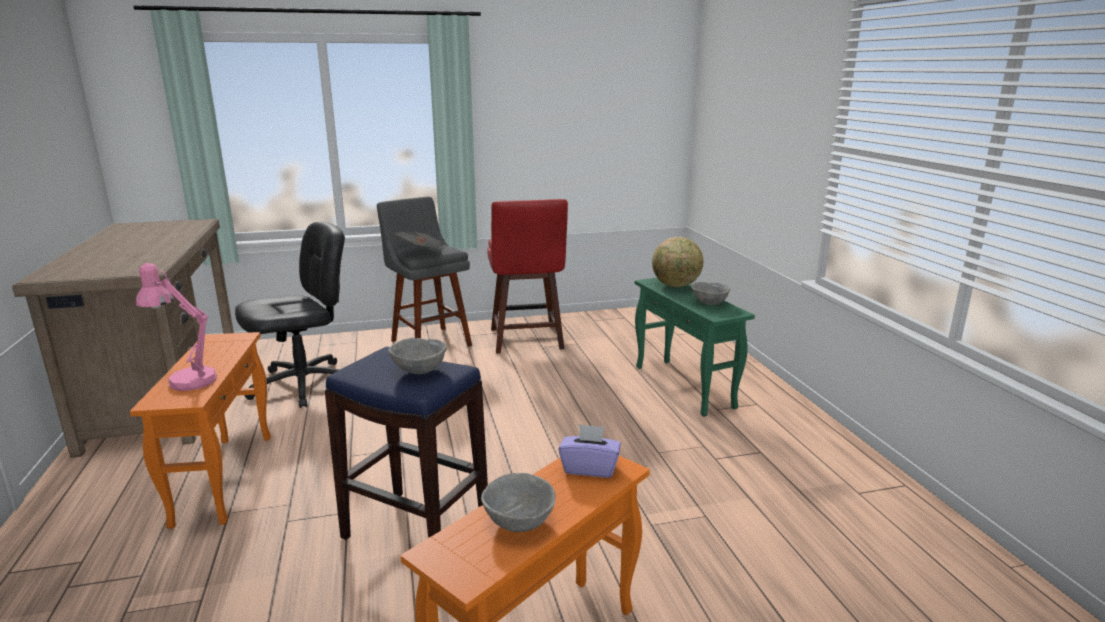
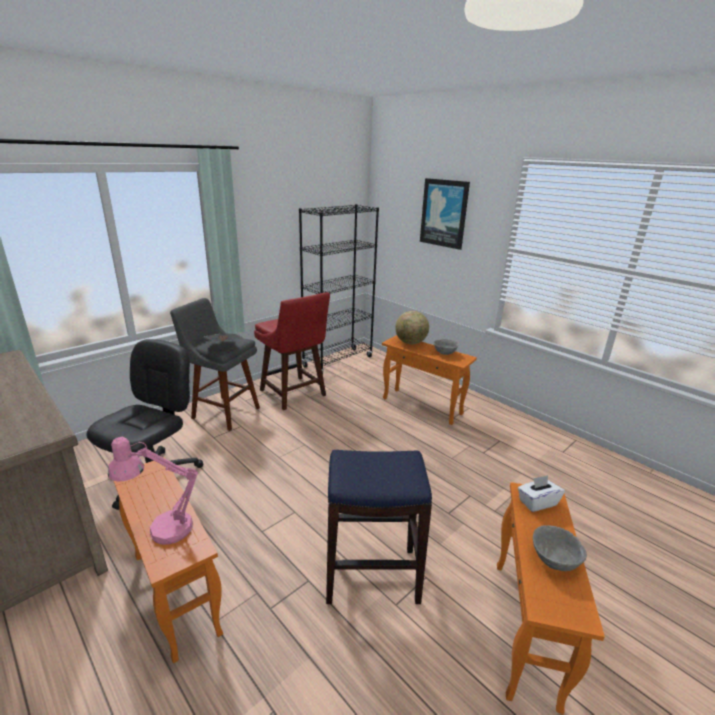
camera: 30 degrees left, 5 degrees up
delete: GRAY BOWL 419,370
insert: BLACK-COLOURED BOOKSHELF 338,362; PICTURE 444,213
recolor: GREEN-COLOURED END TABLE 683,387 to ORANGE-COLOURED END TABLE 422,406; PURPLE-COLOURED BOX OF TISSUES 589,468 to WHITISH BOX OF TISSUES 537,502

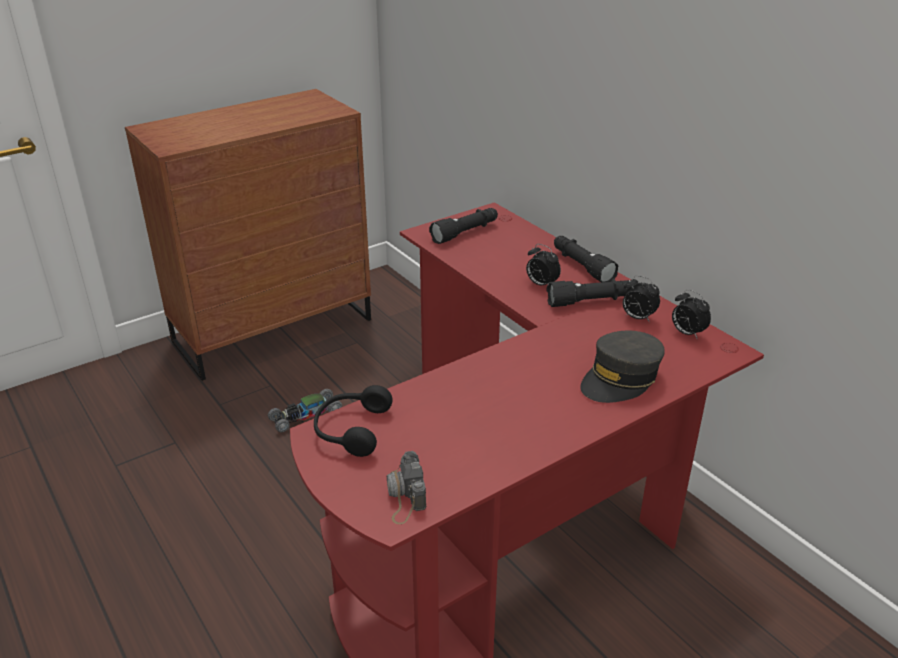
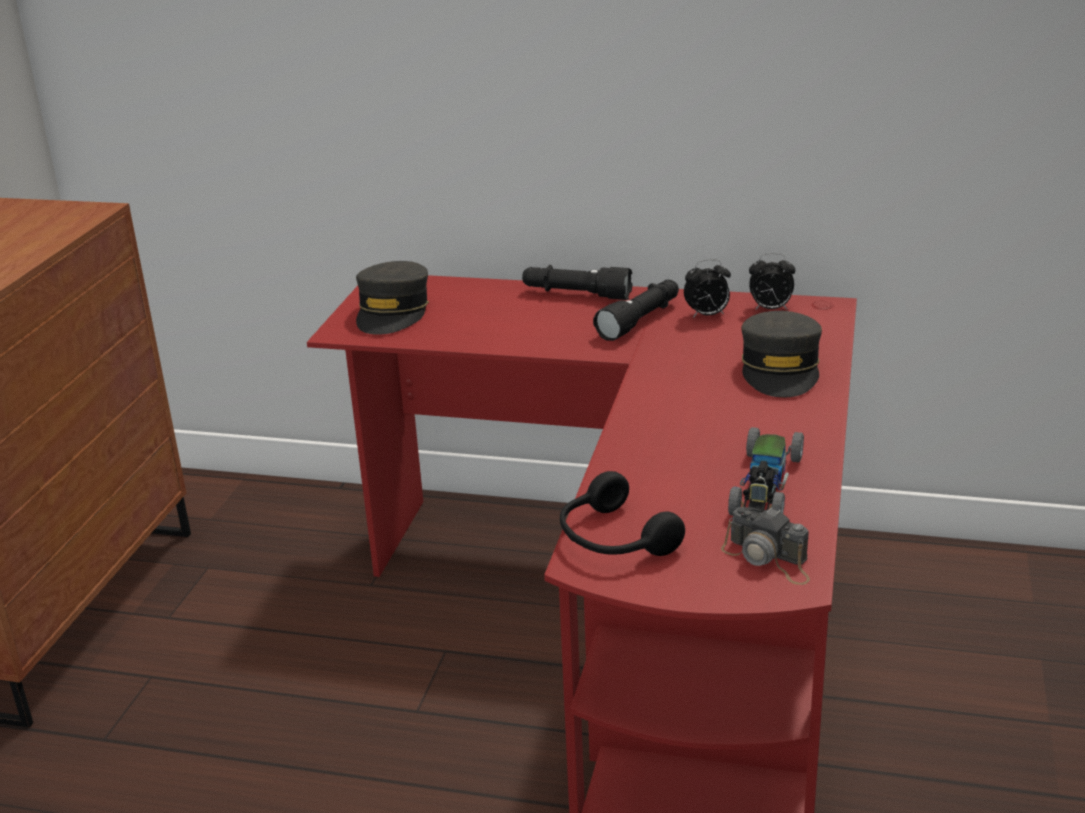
camera: 40 degrees left, 5 degrees down
delete: ALARM CLOCK 541,284
move: MINIATURE CAR 305,416 to 765,485
replace: BLACK-COLOURED TORCH 465,233 to GRAY CAP 392,312

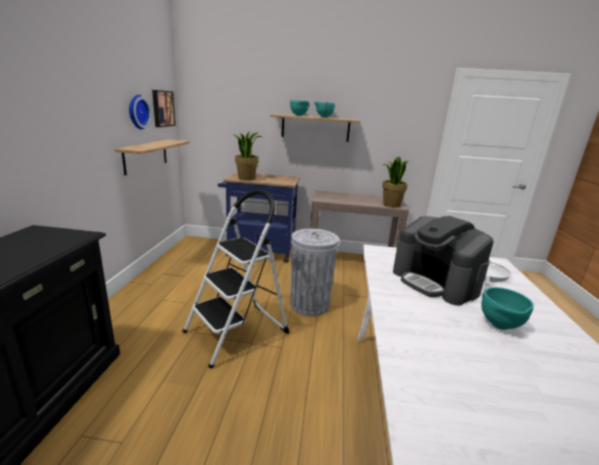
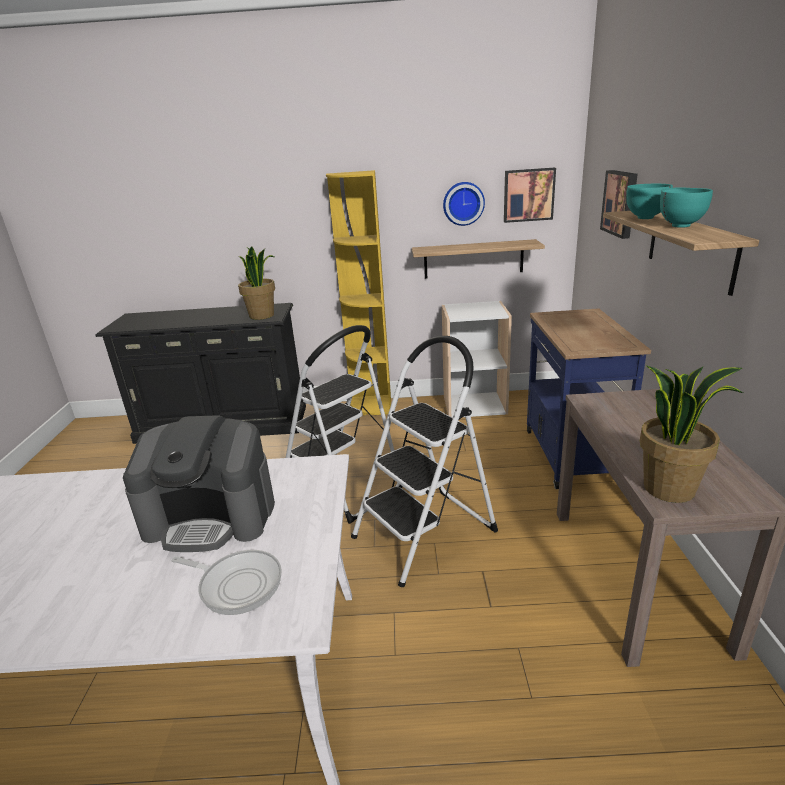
camera: 85 degrees right, 5 degrees up
delete: BLUE-GREEN BOWL 500,327
insert: YELLOW-COLOURED BOOKSHELF 372,410; WHITISH BOOKSHELF 475,404; PICTURE 621,203
move: POTTED PLANT 246,178 to 262,315
replace: GRAY RUBBISH BIN 309,304 to STEPLADDER 428,533
rotate: COFFEE BREWER 435,282 = 211,516 135 degrees counterclockwise

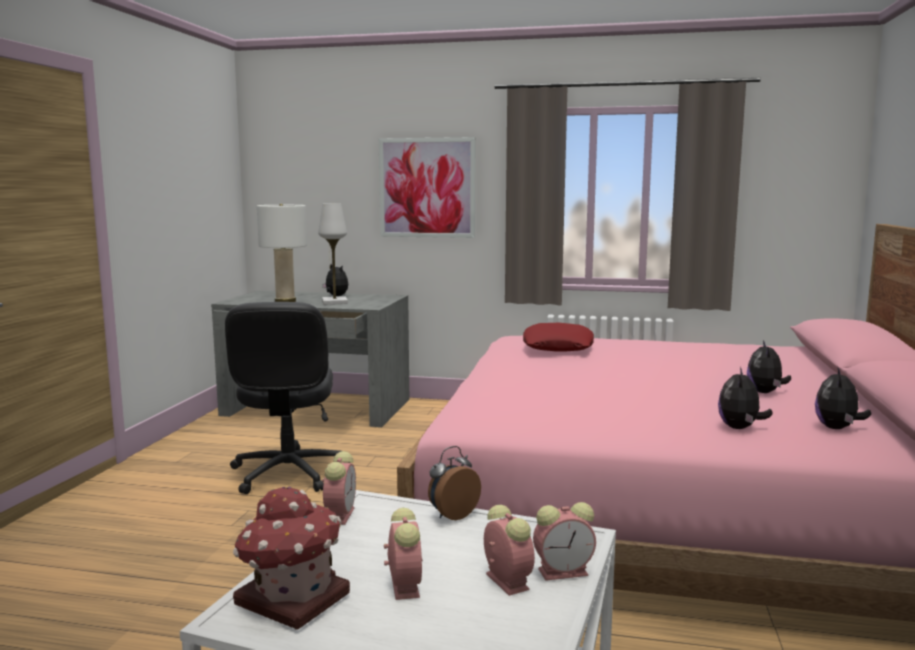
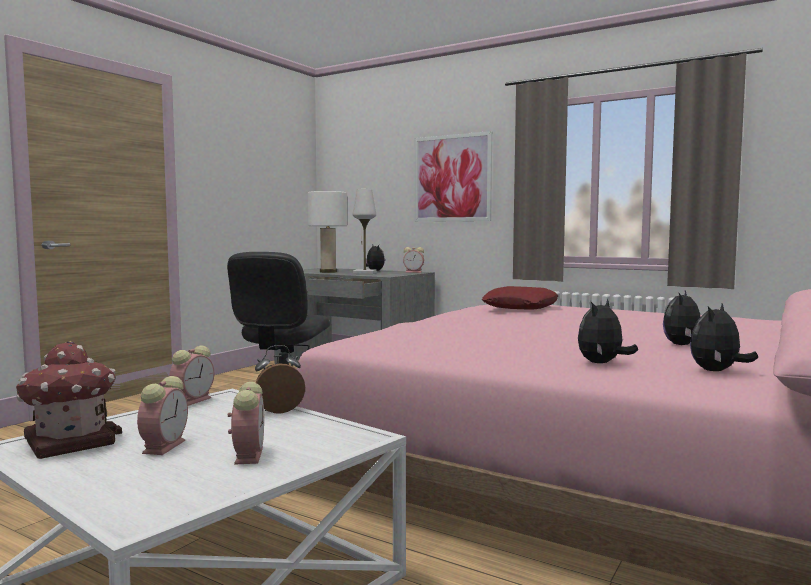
camera: 20 degrees right, 5 degrees down
move: ALARM CLOCK 564,571 to 414,272

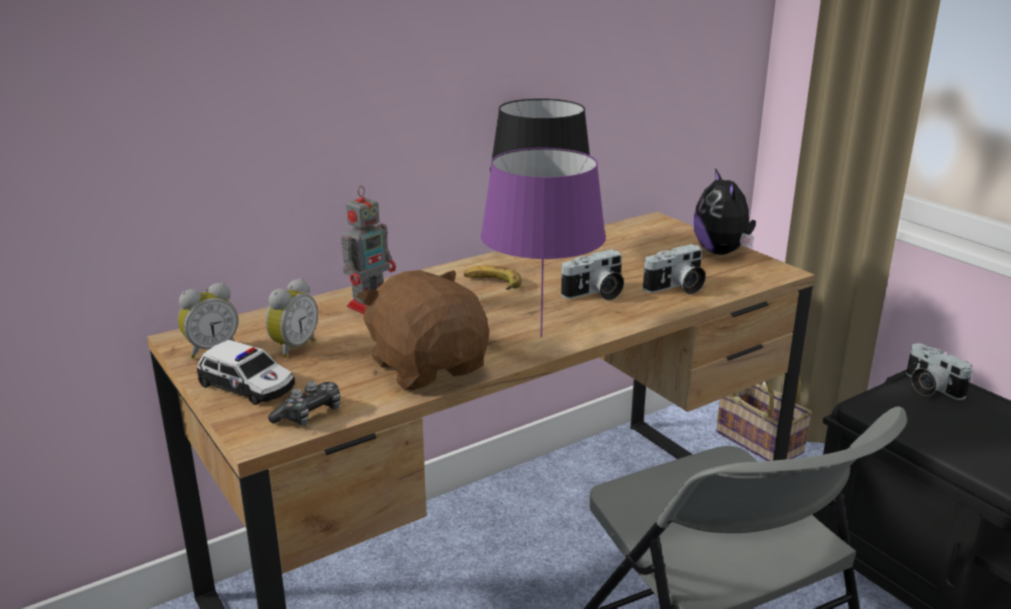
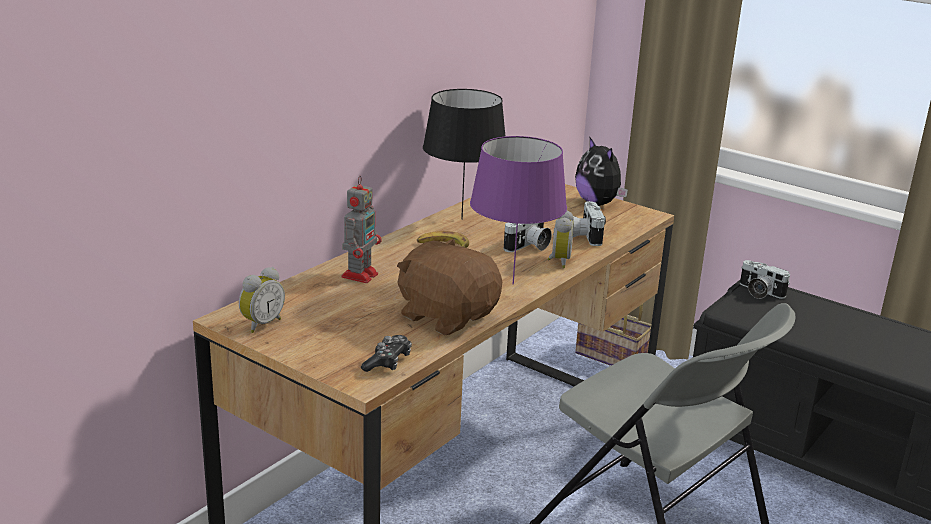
camera: 20 degrees left, 0 degrees up
delete: MINIATURE CAR 248,386
move: ALARM CLOCK 292,347 to 558,261
rotate: STILL CAMERA 676,288 = 584,235 135 degrees clockwise

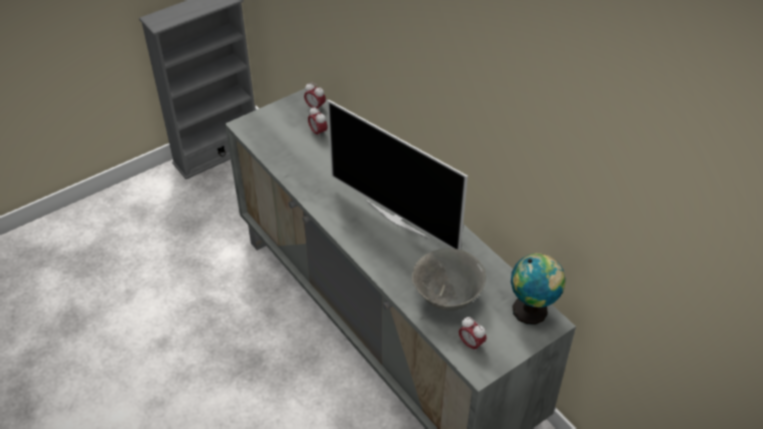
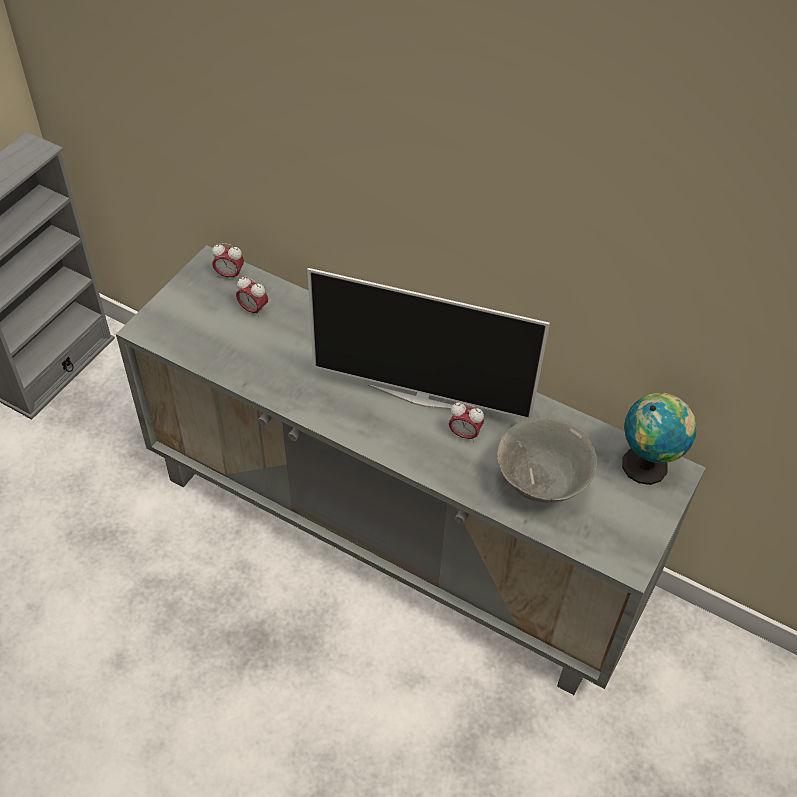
camera: 25 degrees left, 5 degrees up
move: ALARM CLOCK 471,344 to 464,434

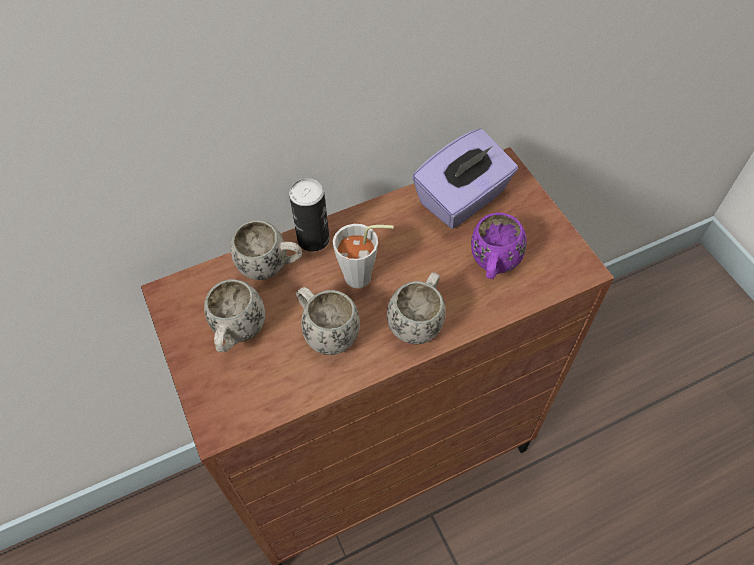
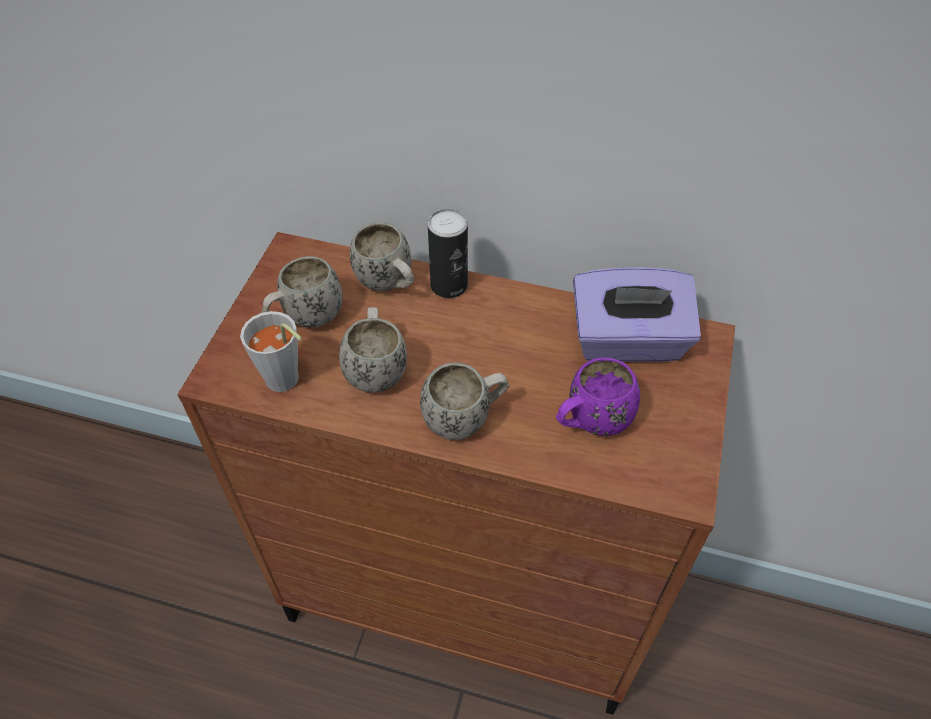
camera: 40 degrees right, 5 degrees down
move: GRAY DRINKING CUP 364,277 to 287,383

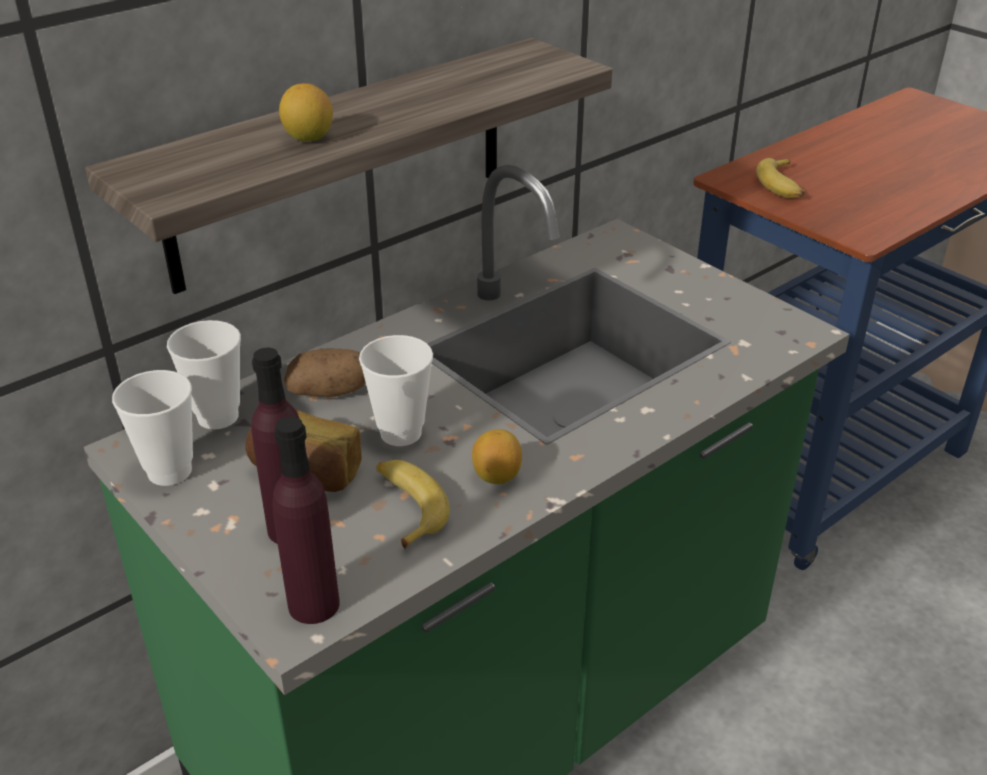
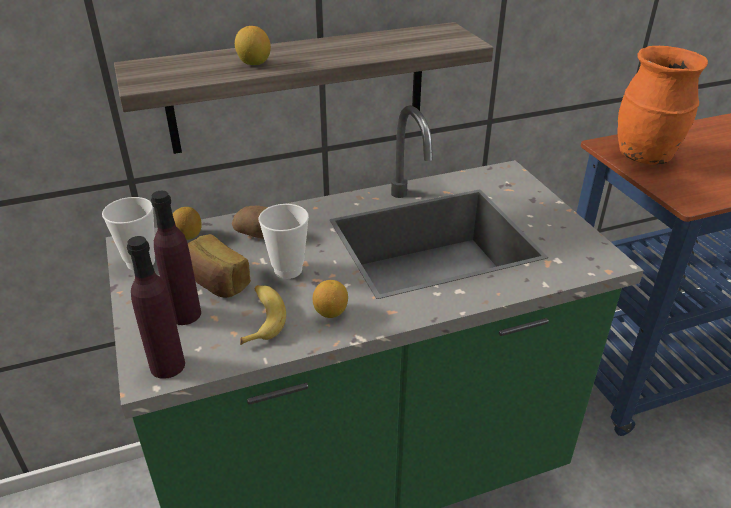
camera: 20 degrees right, 0 degrees up
replace: DRINKING CUP 218,417 to LEMON 188,236; BANANA 783,185 to ORANGE-COLOURED FLOWER VASE 645,156

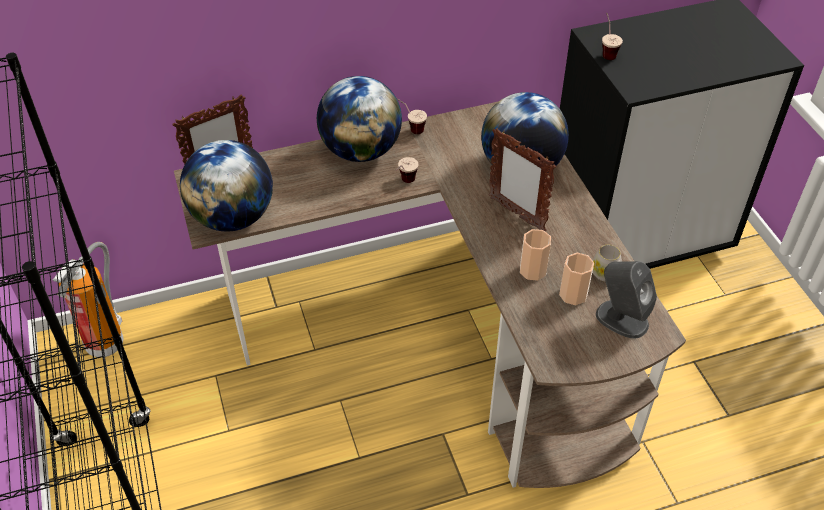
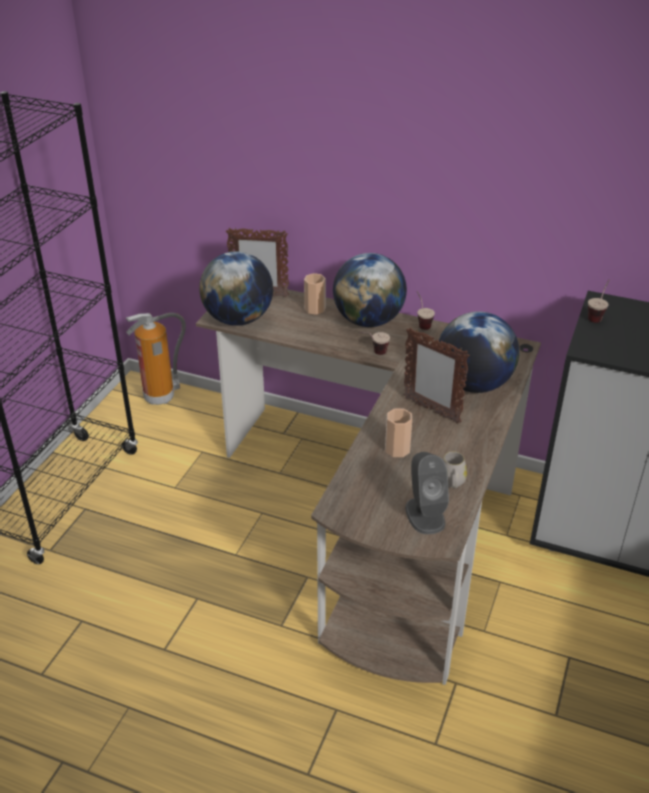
camera: 40 degrees right, 10 degrees down
move: DRINKING CUP 573,294 to 315,309
rotate: PHOTO FRAME 516,214 = 431,410 45 degrees counterclockwise

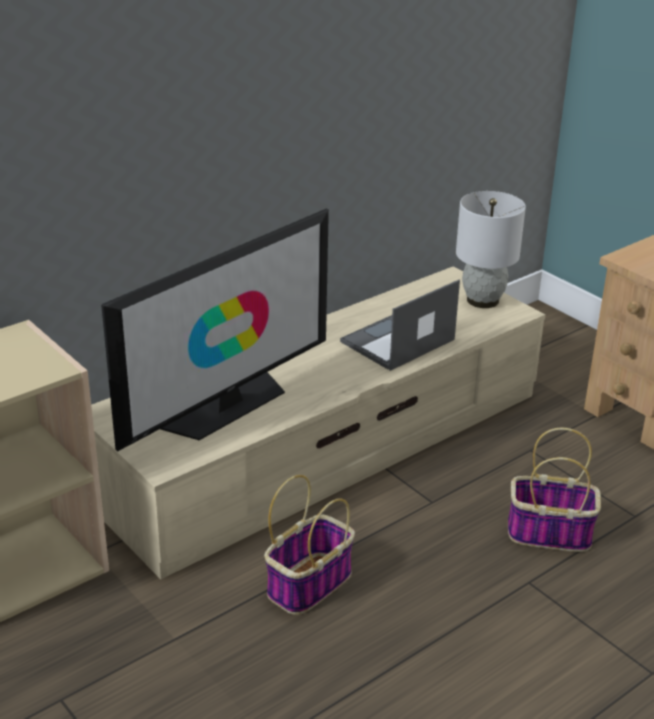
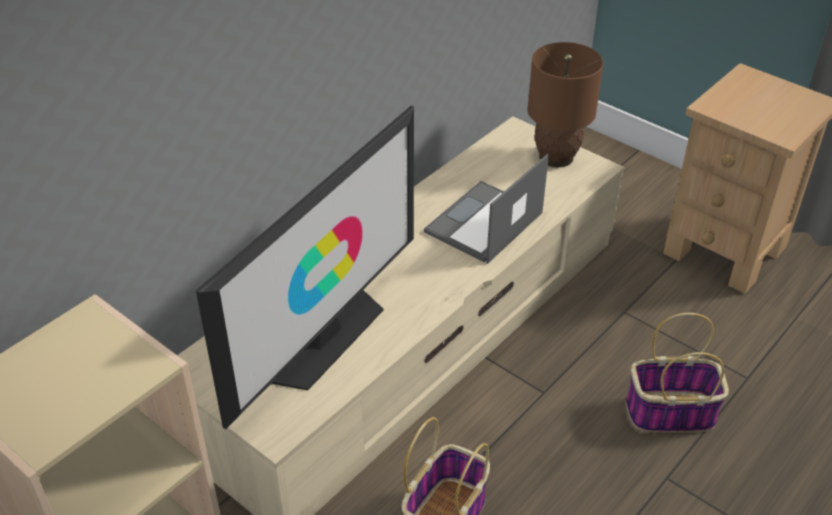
camera: 10 degrees left, 10 degrees up
recolor: WHITISH LAMP FOR A TABLE 482,300 to BROWN LAMP FOR A TABLE 556,157

